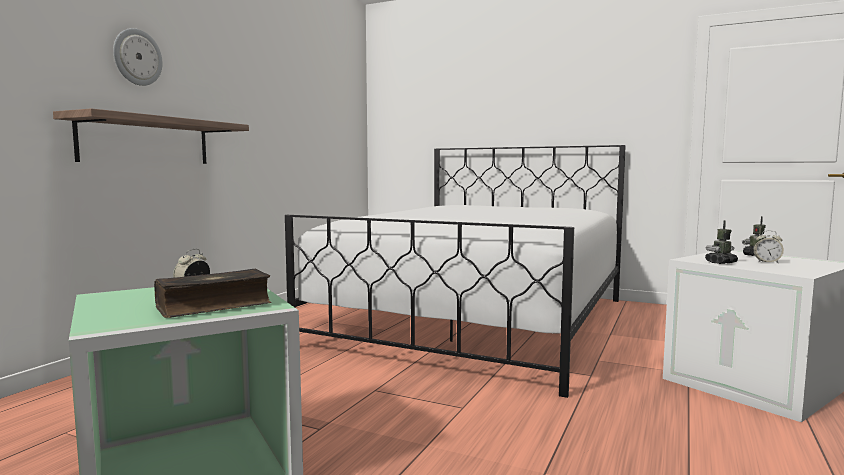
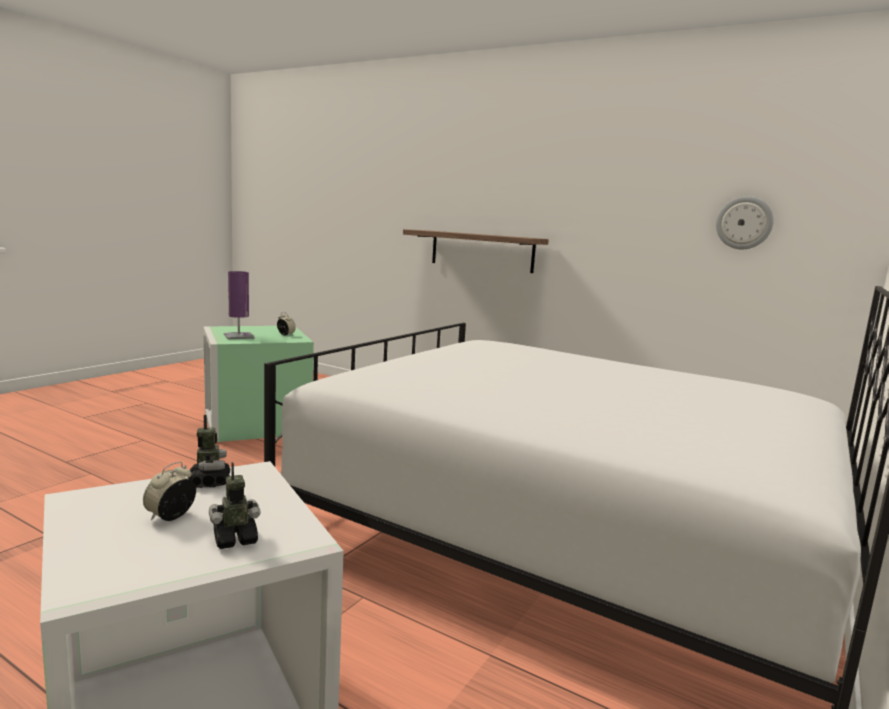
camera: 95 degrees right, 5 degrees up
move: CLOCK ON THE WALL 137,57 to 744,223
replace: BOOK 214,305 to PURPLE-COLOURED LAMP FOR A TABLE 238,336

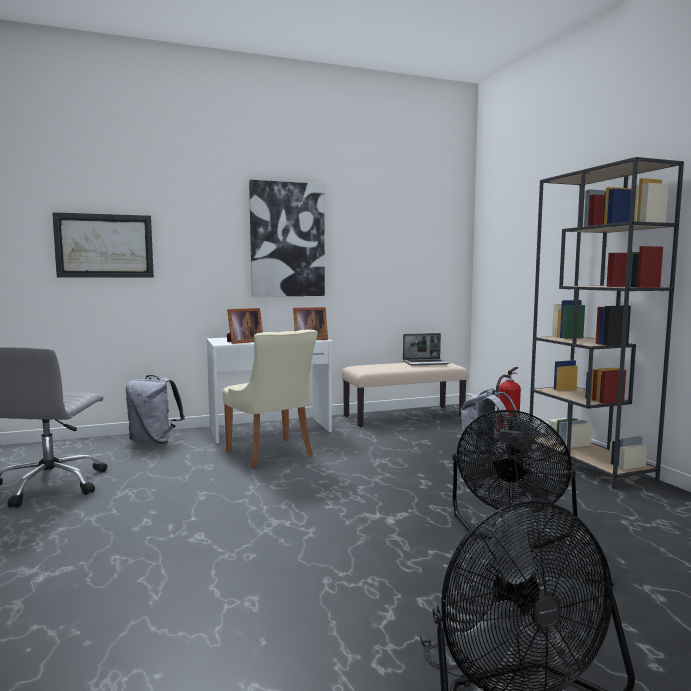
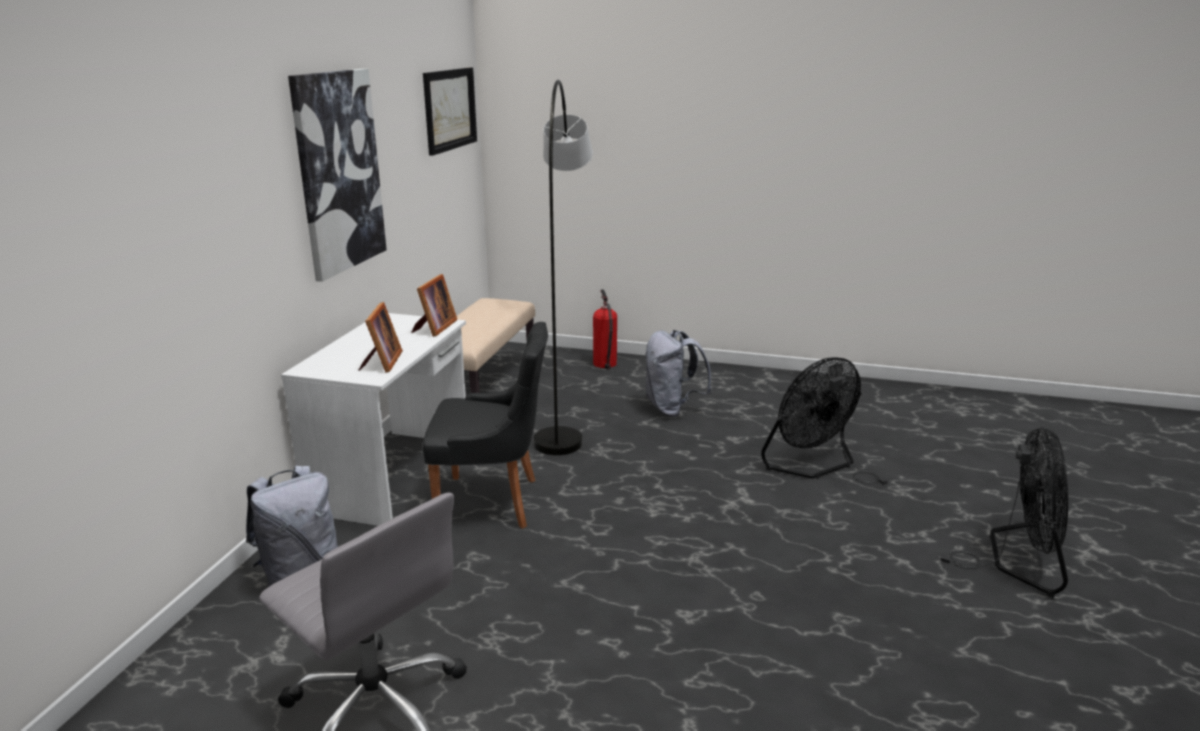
camera: 55 degrees left, 15 degrees up
delete: NOTEBOOK COMPUTER 426,363; BOOKSHELF 589,463
insert: GRAY STANDING LAMP 565,404
move: PICTURE 105,246 to 449,109
recolor: BEIGE-COLOURED UPRIGHT CHAIR 271,454 to BLACK-COLOURED UPRIGHT CHAIR 492,502

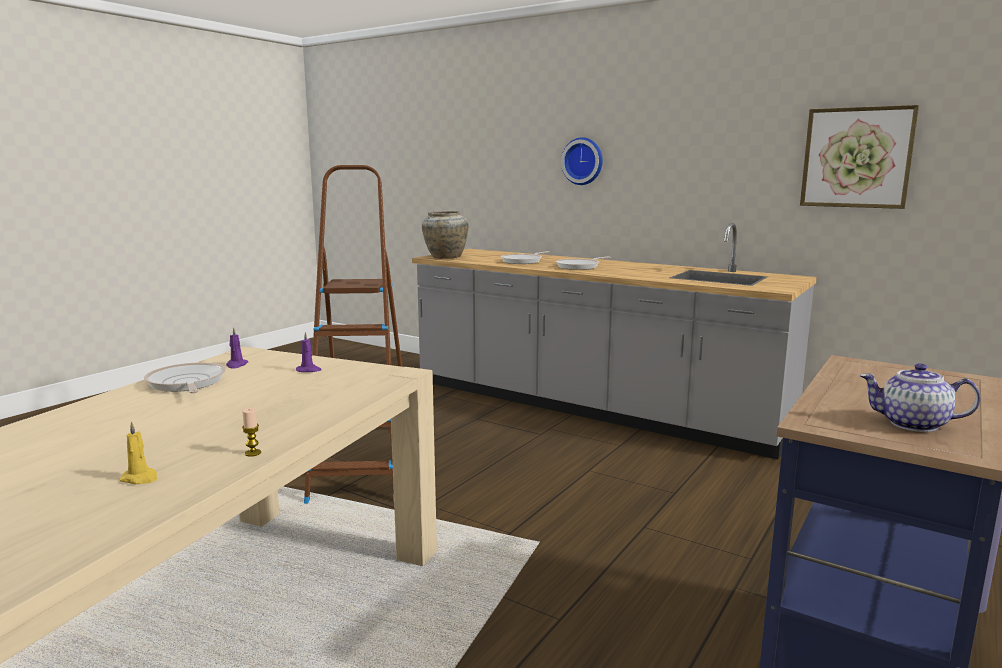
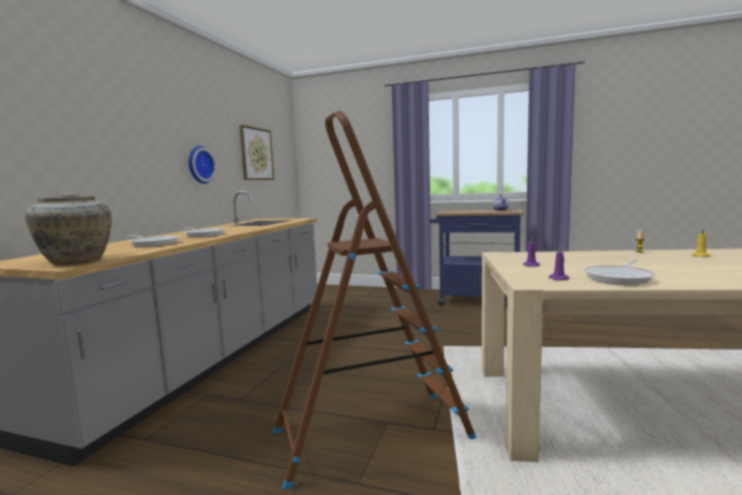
camera: 105 degrees left, 5 degrees down
move: CLOCK ON THE WALL 583,161 to 199,165

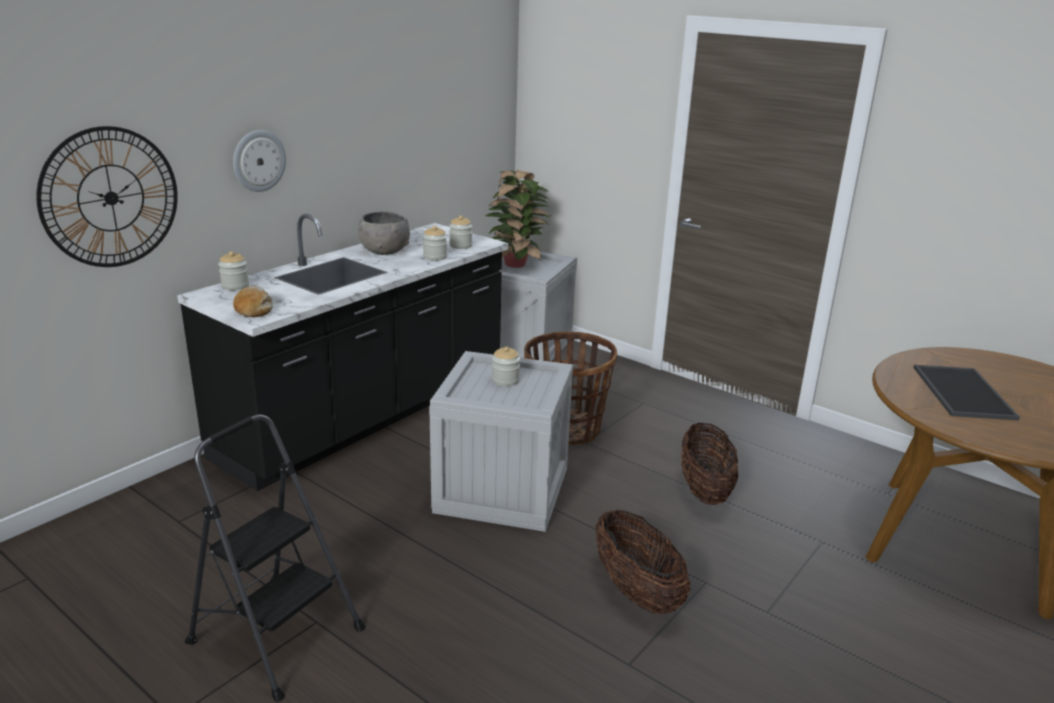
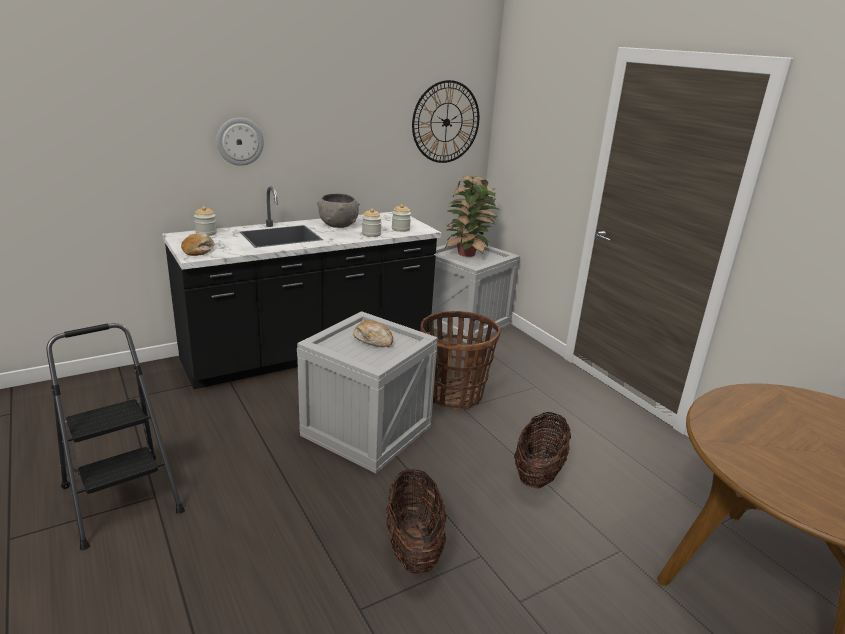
camera: 20 degrees right, 0 degrees up
delete: TRAY 960,391
move: CLOCK ON THE WALL 111,198 to 446,122
replace: JAR 505,380 to BAKERY BREAD 373,340

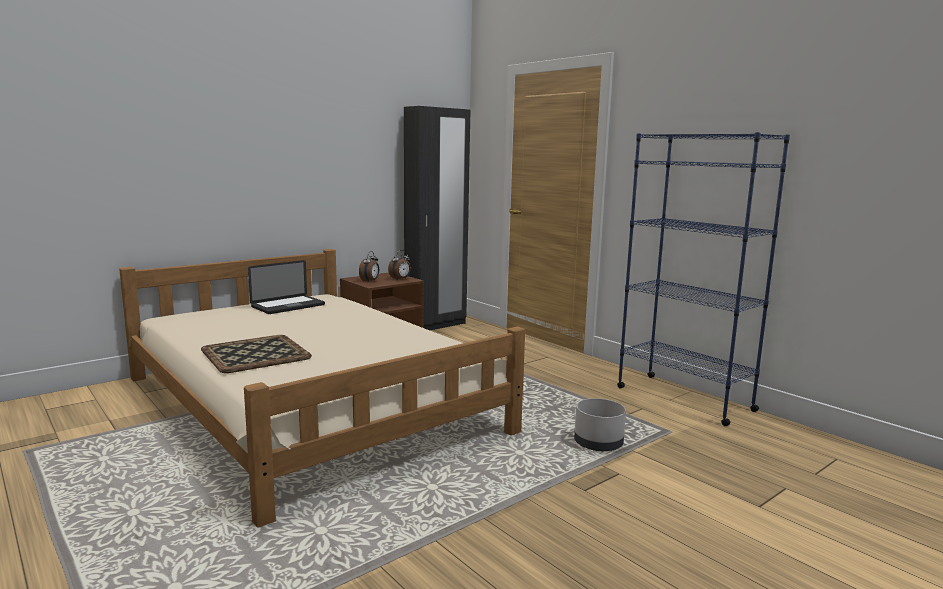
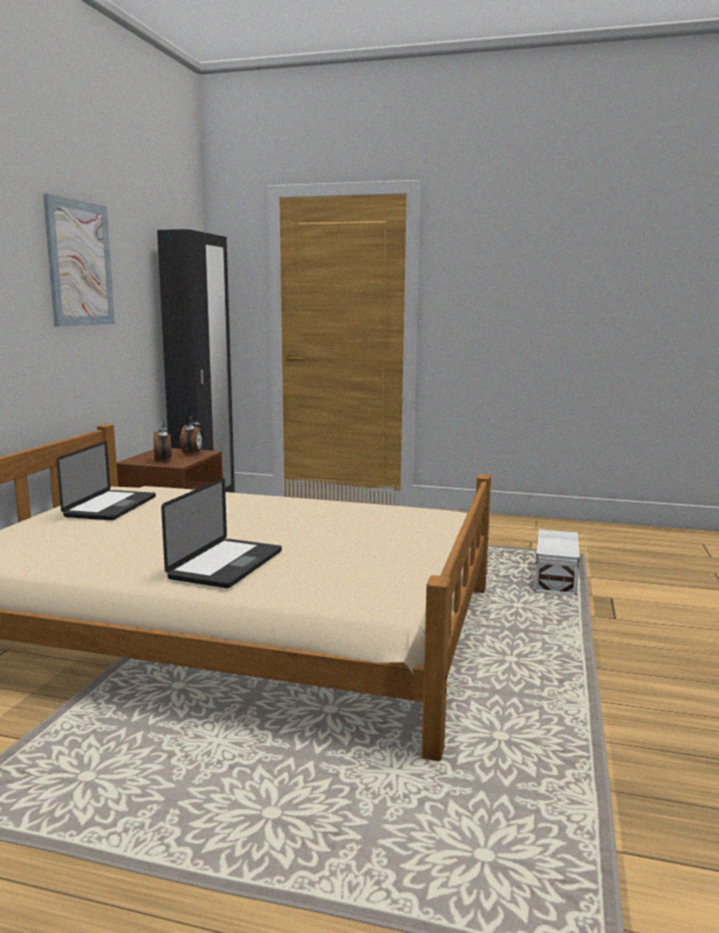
camera: 35 degrees left, 0 degrees up
delete: BLUE BOOKSHELF 683,398
insert: PICTURE 80,263
replace: TRAY 256,353 to NOTEBOOK COMPUTER 226,565; GRAY PLANTER 599,444 to WHITISH STORAGE BOX 556,579

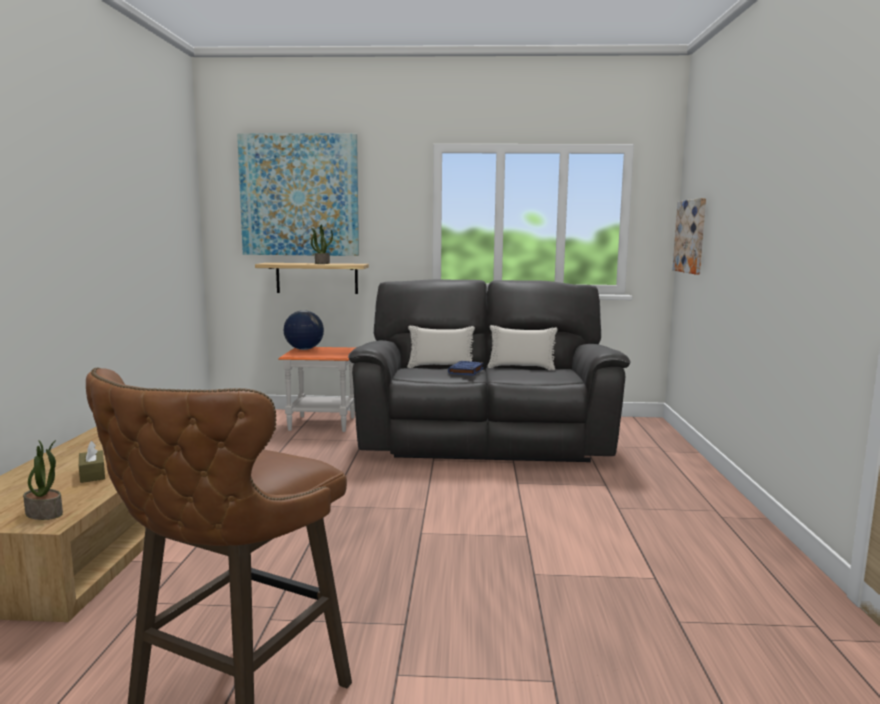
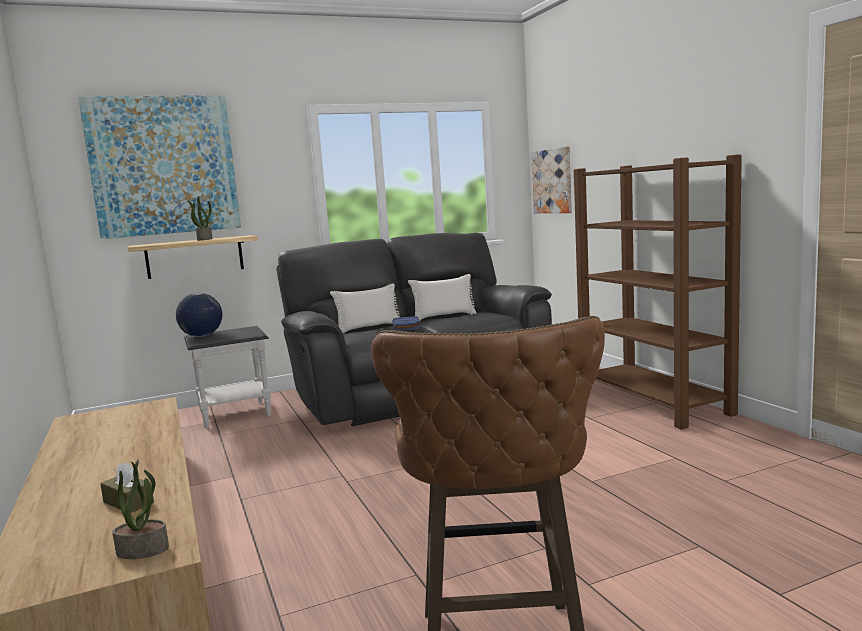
camera: 25 degrees left, 0 degrees up
insert: BROWN BOOKSHELF 653,401
recolor: ORANGE-COLOURED END TABLE 323,424 to BLACK-COLOURED END TABLE 236,414

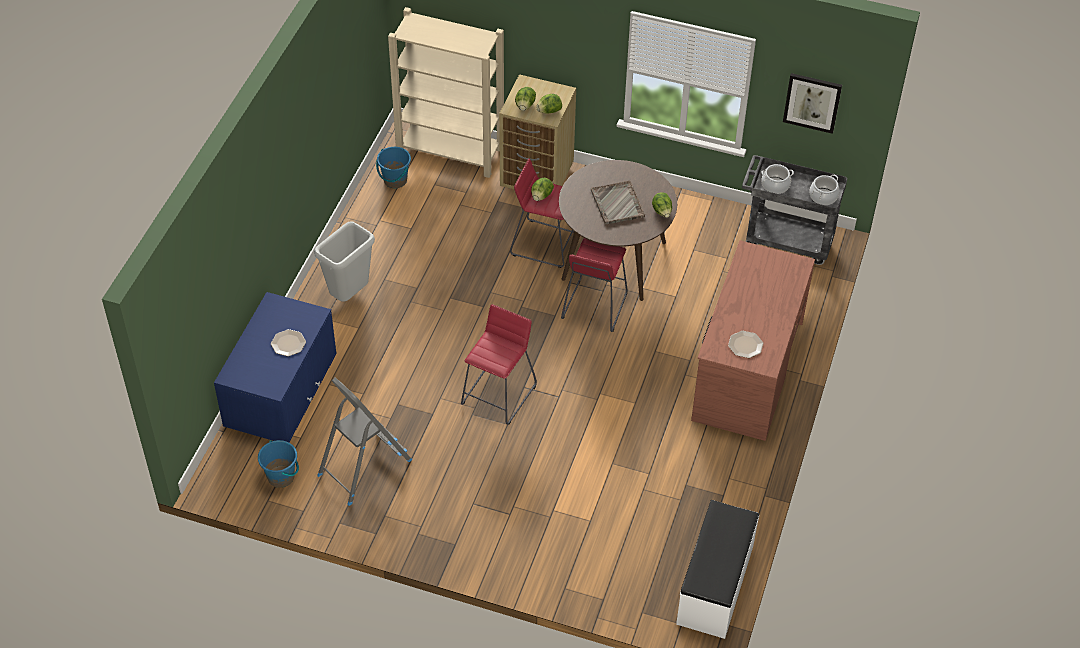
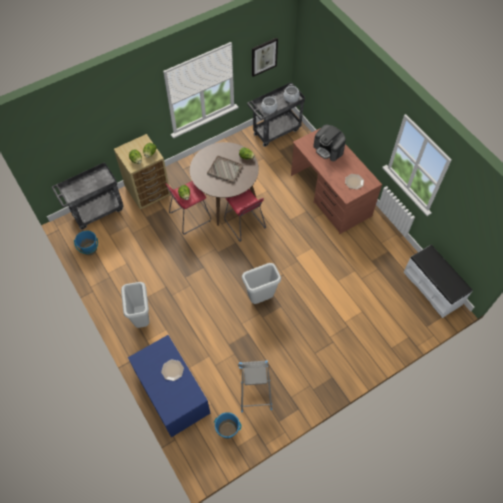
camera: 50 degrees left, 10 degrees up
insert: COFFEE BREWER 328,149
replace: BEIGE-COLOURED BOOKSHELF 450,151 to GRAY WHEELED CART 96,214; REDDISH STOOL 498,394 to GRAY RUBBISH BIN 260,297

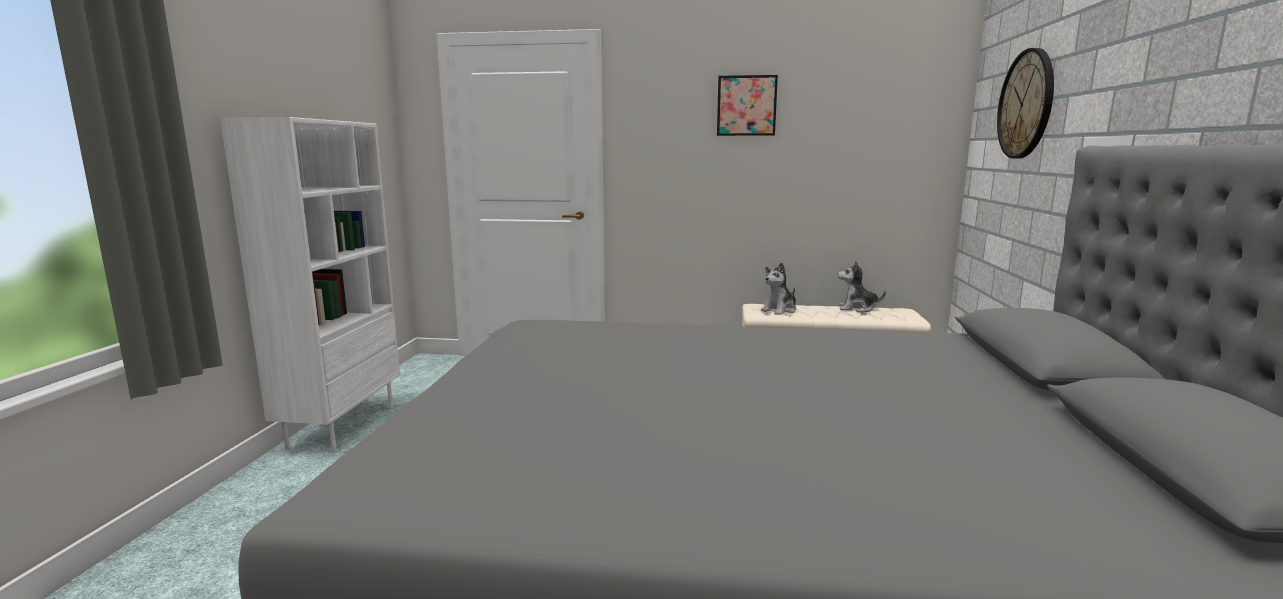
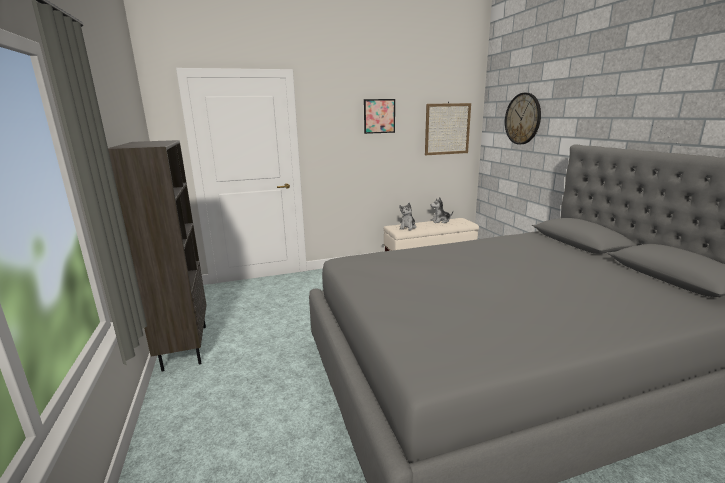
camera: 25 degrees left, 5 degrees up
insert: PICTURE 447,128
recolor: WHITISH BOOKSHELF 342,425 to BROWN BOOKSHELF 184,347

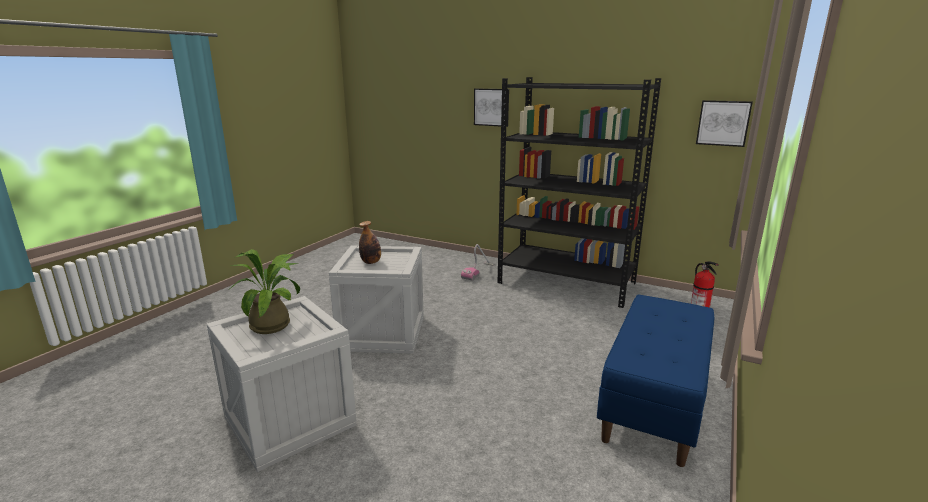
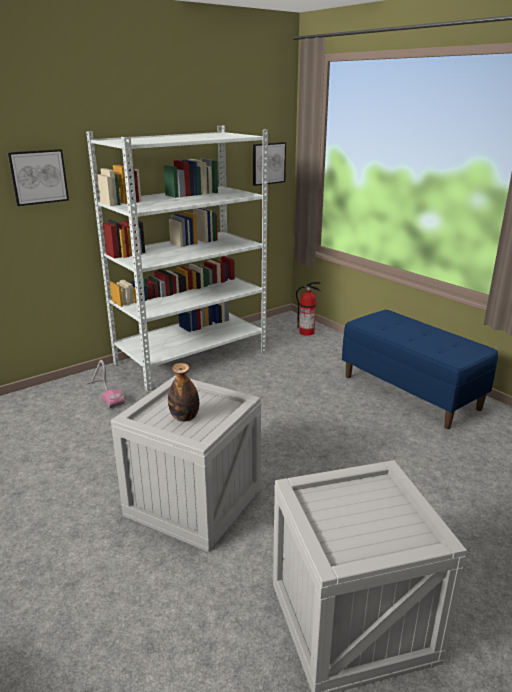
camera: 65 degrees left, 5 degrees up
delete: POTTED PLANT 274,324
recolor: BLACK-COLOURED BOOKSHELF 566,283 to WHITISH BOOKSHELF 191,357

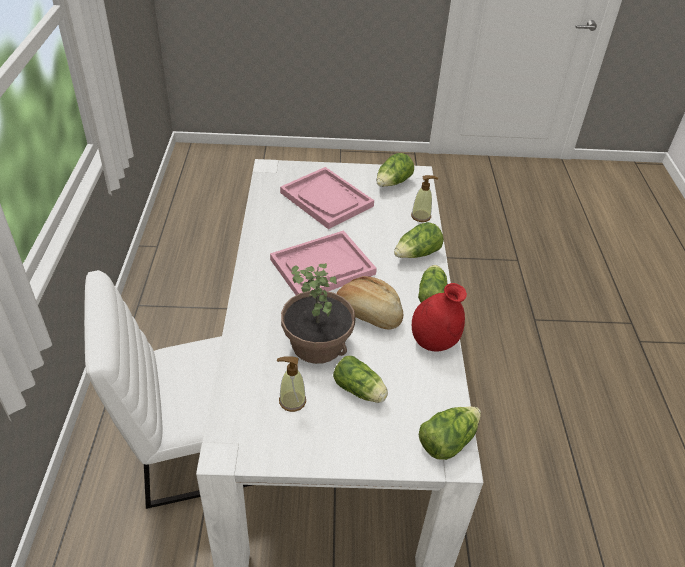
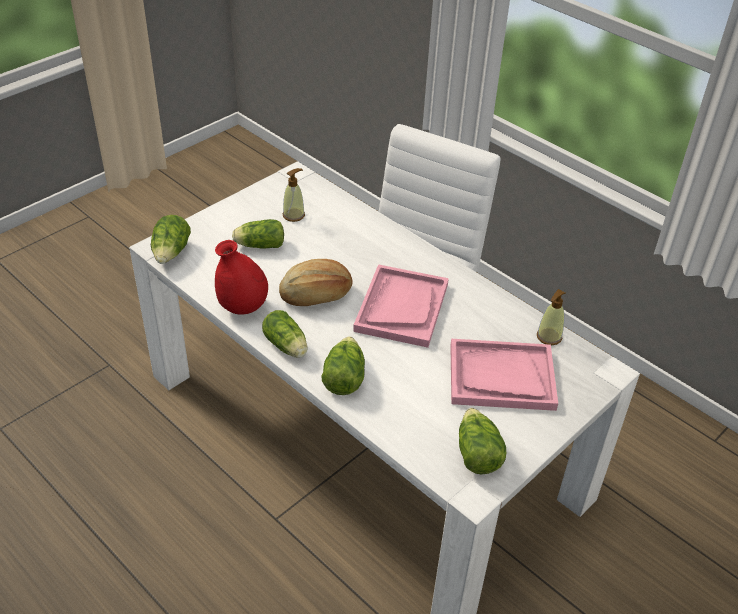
camera: 135 degrees right, 0 degrees up
delete: POTTED PLANT 318,344
move: SOAP DISPENSER 421,216 to 549,337

